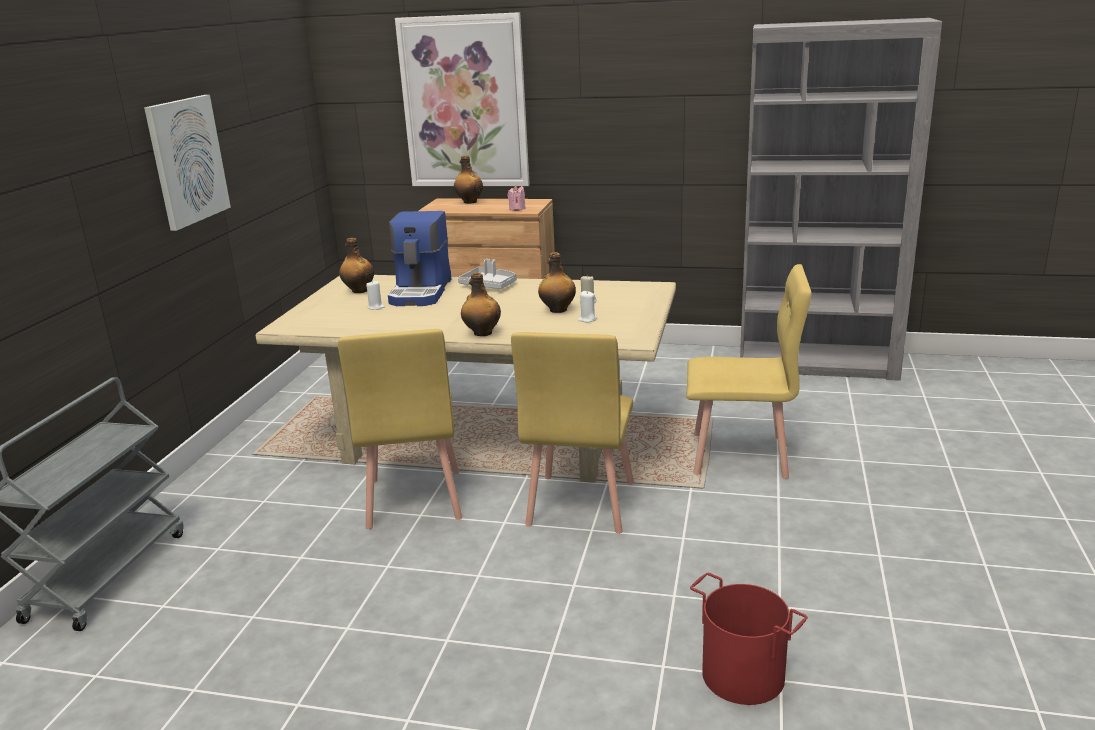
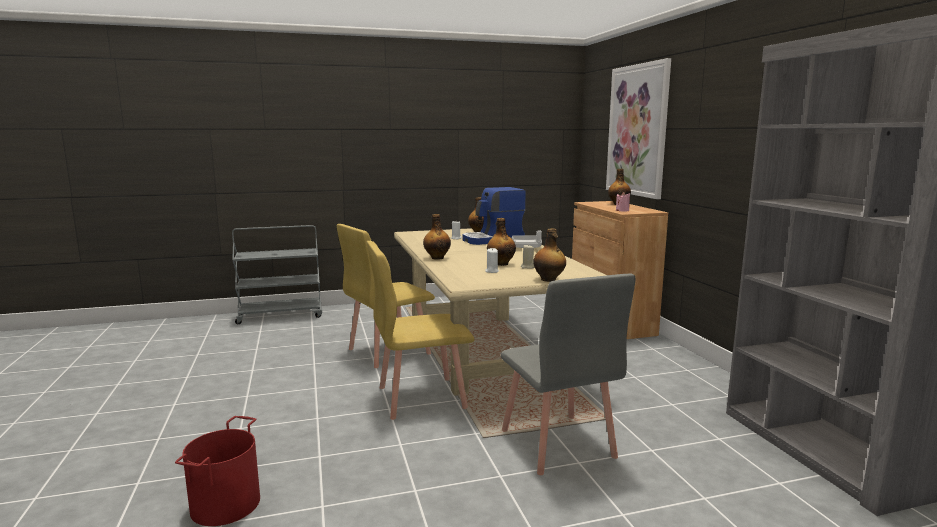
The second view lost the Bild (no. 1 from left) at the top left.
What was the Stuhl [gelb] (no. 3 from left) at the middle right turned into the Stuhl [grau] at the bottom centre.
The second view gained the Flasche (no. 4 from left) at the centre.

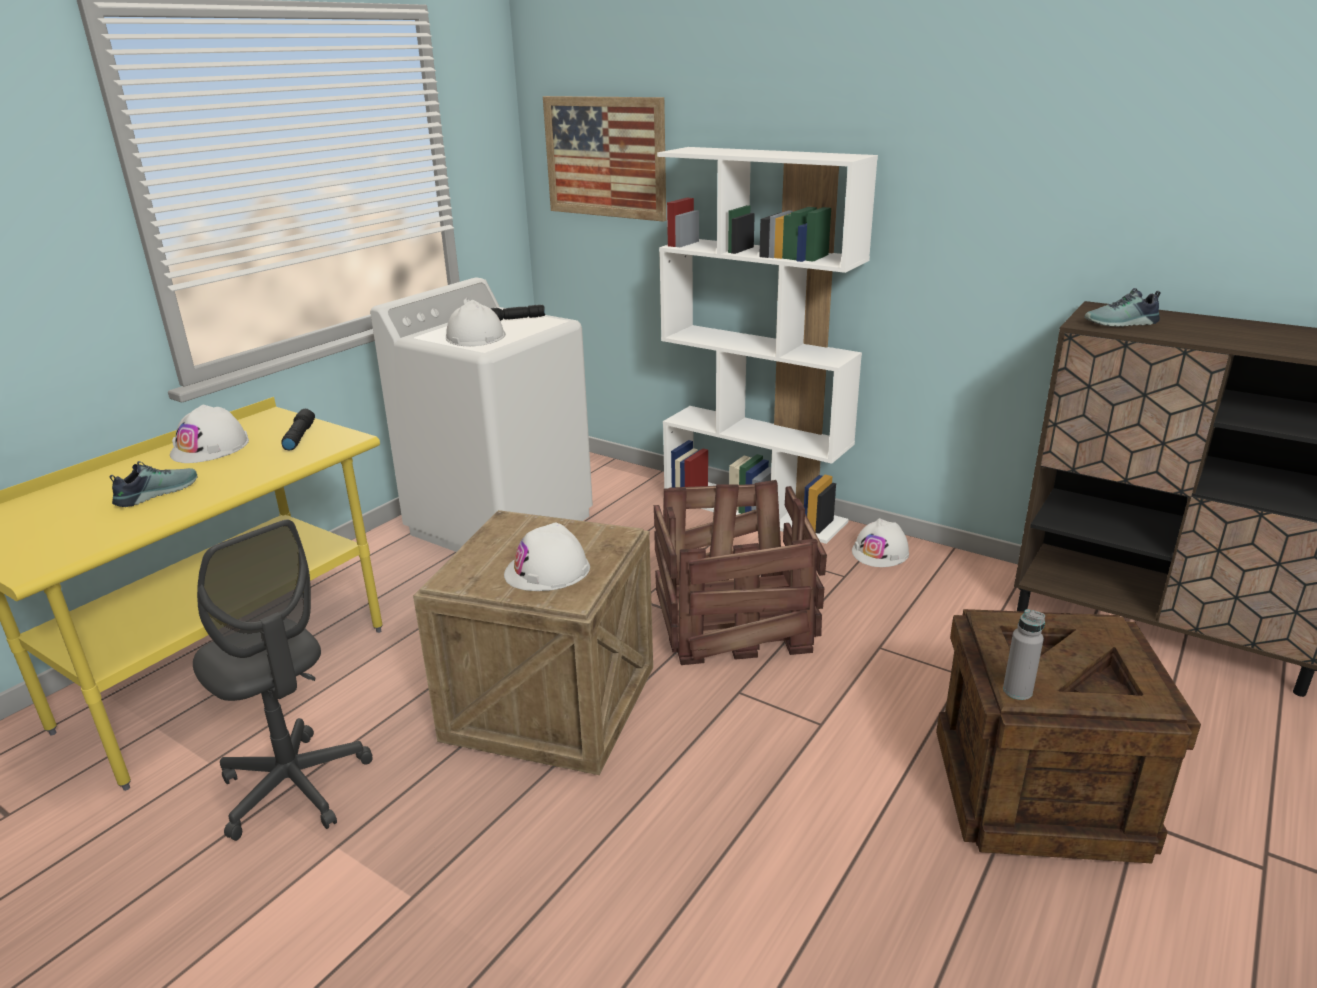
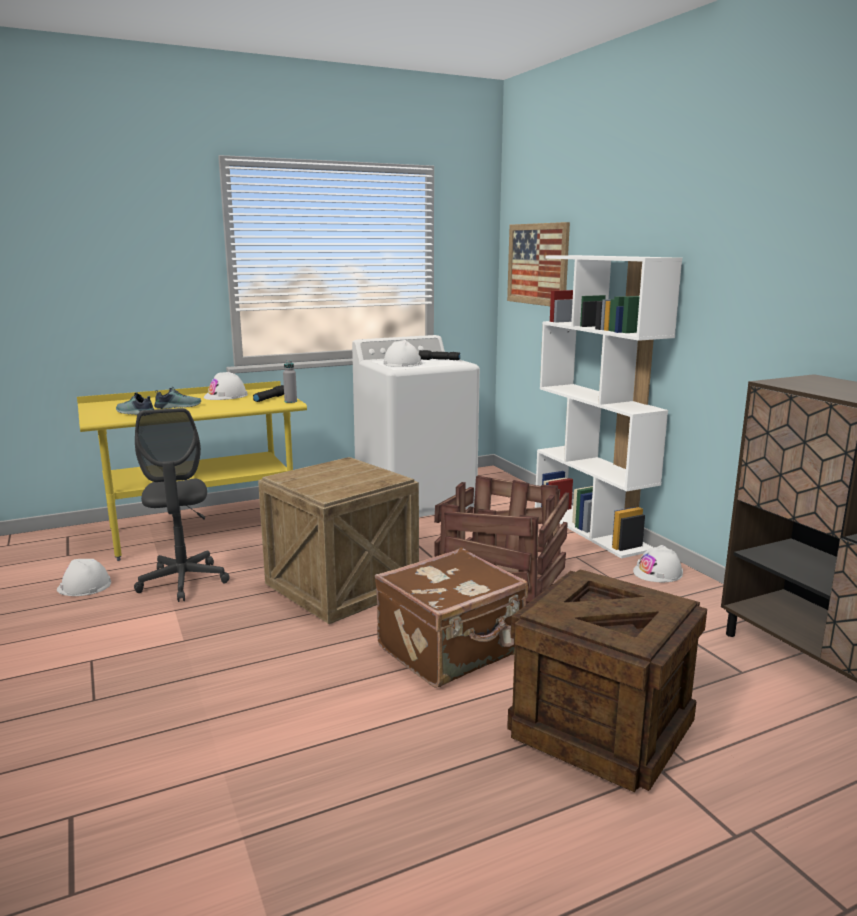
The Schutzhelm [weiß] (no. 3 from left in the first image) ended up elsewhere, having gone from the centre to the middle left.
The Flasche [grau] ended up elsewhere, having gone from the middle right to the centre.
The Schuh (no. 2 from left in the first image) ended up elsewhere, having gone from the top right to the middle left.
The second view gained the Koffer [braun] at the bottom centre.

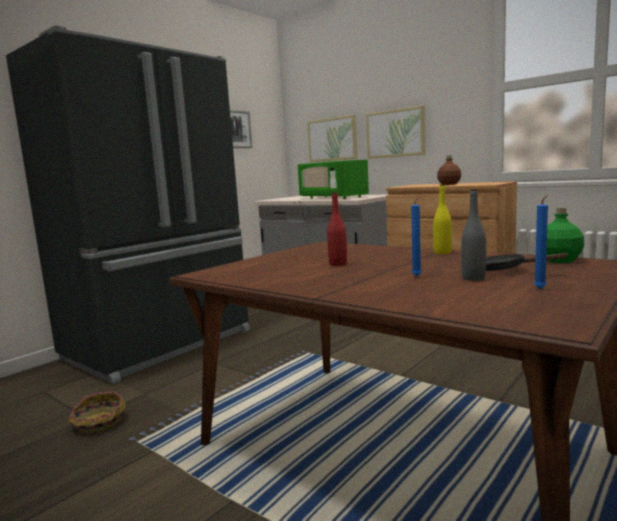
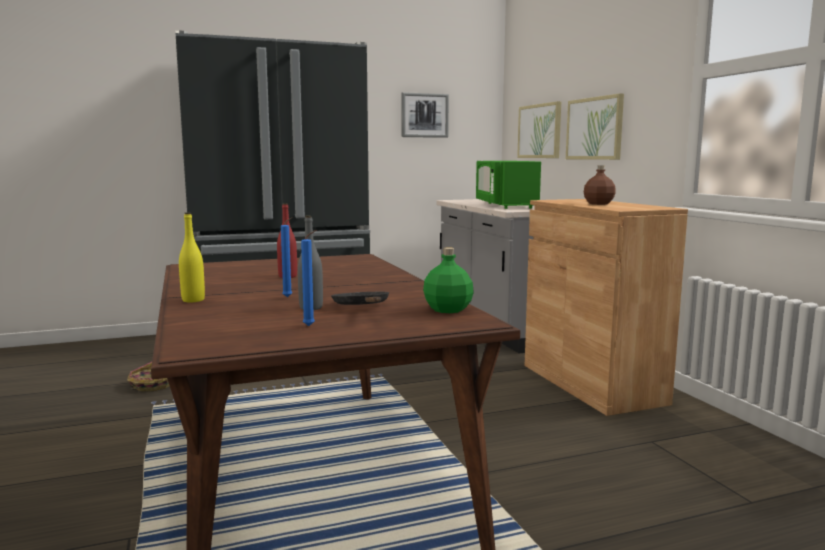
The Flasche [gelb] ended up elsewhere, having gone from the middle right to the middle left.

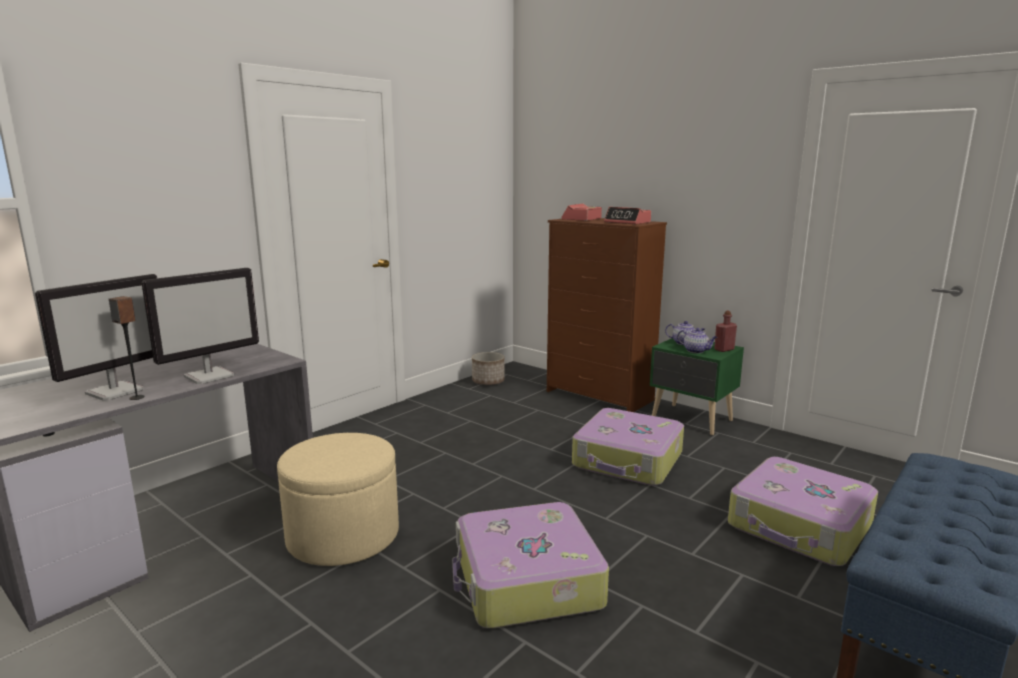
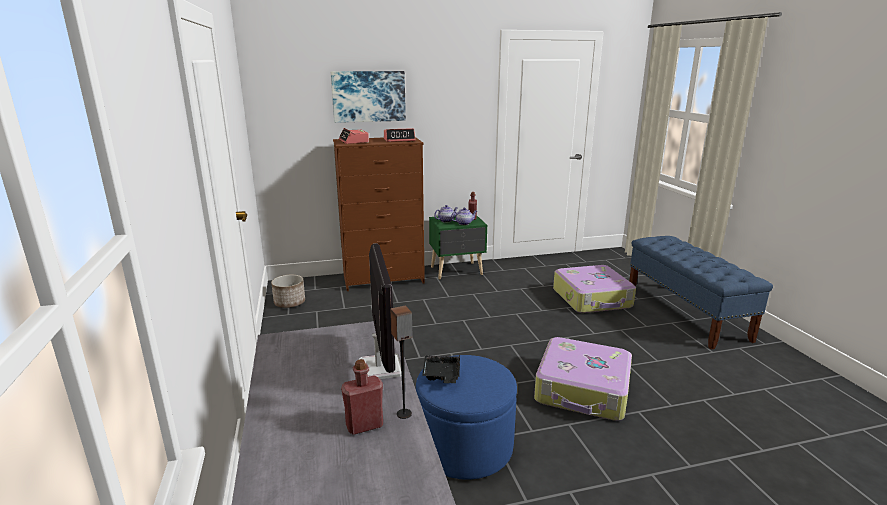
Where the Monitor (no. 1 from left) stood at the middle left, the Flasche [rot] (no. 1 from left) came to stand at the bottom centre.
What was the Polsterhocker [beige] at the bottom left turned into the Polsterhocker [blau] at the bottom centre.
The second view lost the Koffer (no. 2 from left) at the centre.
The second view gained the Bild at the top centre.
The second view gained the Tablett [schwarz] at the bottom centre.

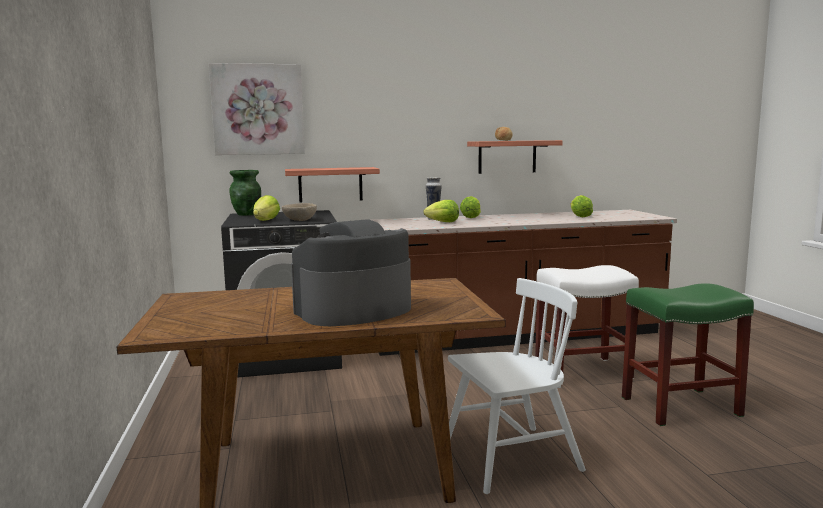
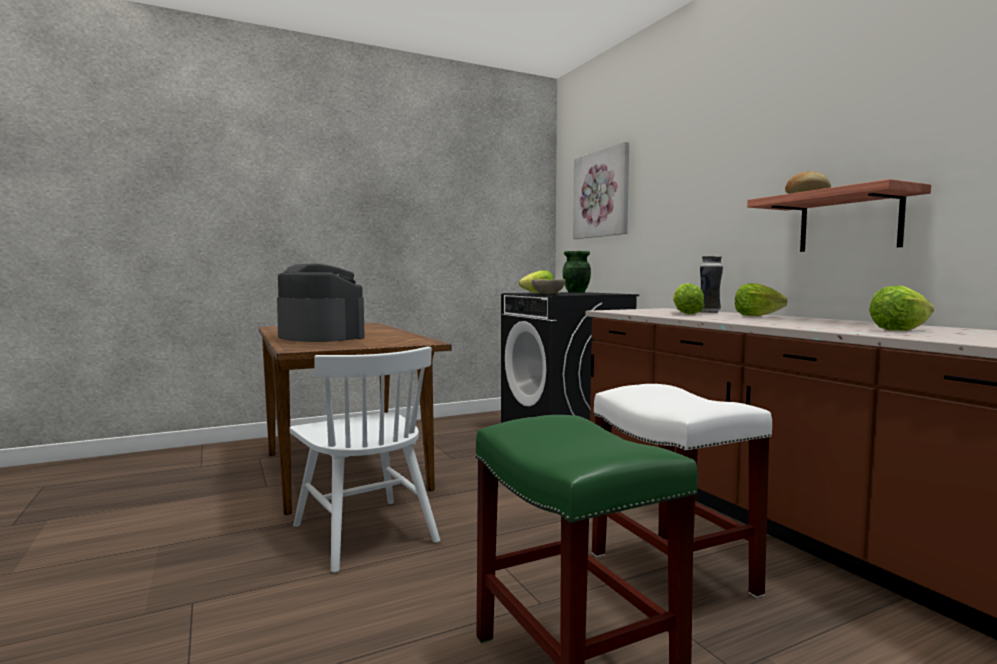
The second view lost the Wandregal (no. 1 from left) at the centre.

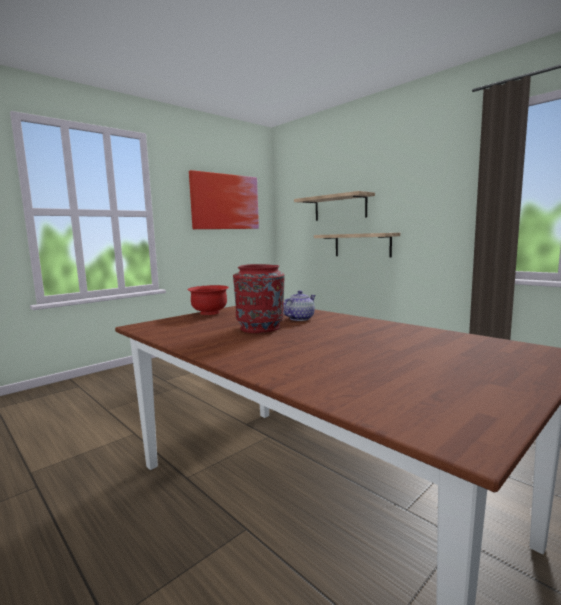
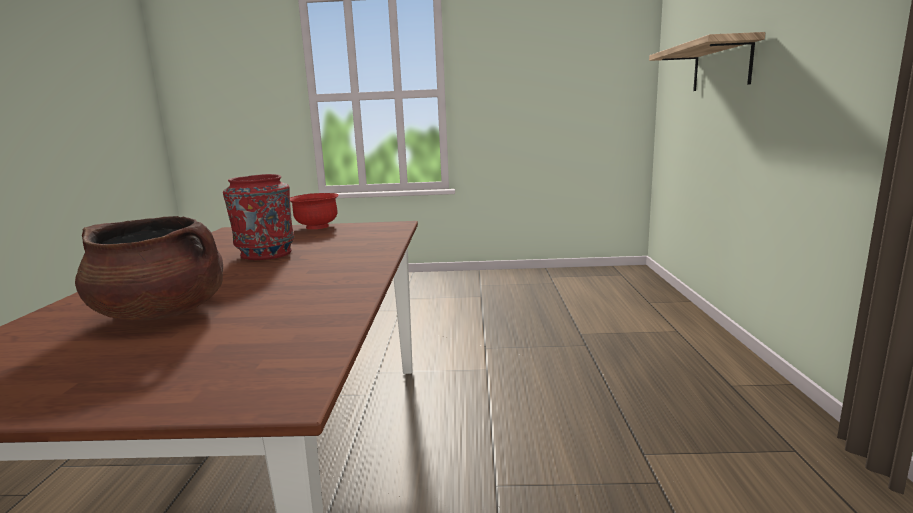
The second view lost the Bild at the top centre.
The second view lost the Teekanne at the centre.
The second view lost the Wandregal (no. 2 from left) at the centre.
The second view gained the Kochtopf [braun] at the middle left.

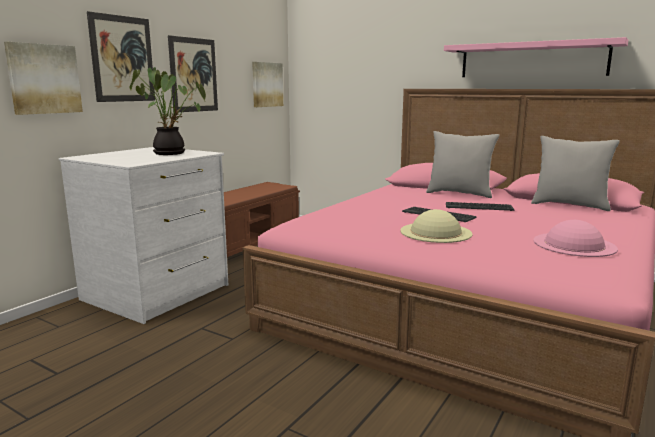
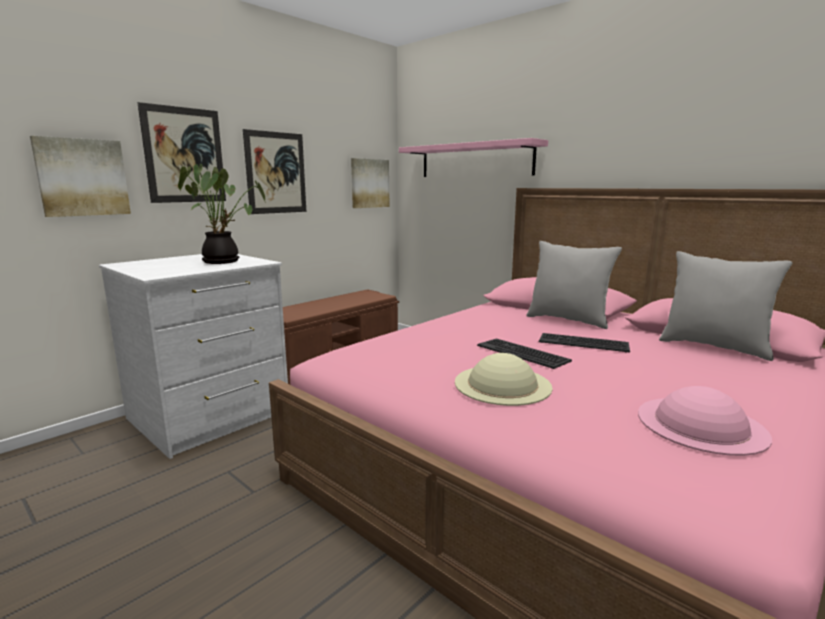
The Wandregal [rosa] ended up elsewhere, having gone from the top right to the top centre.

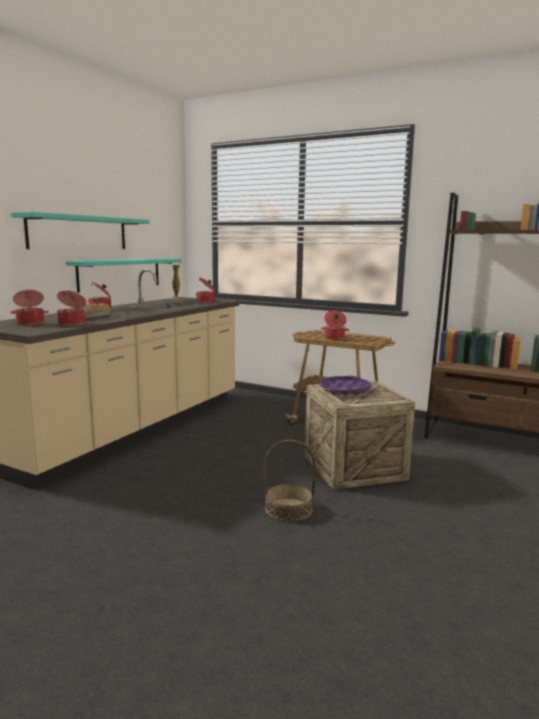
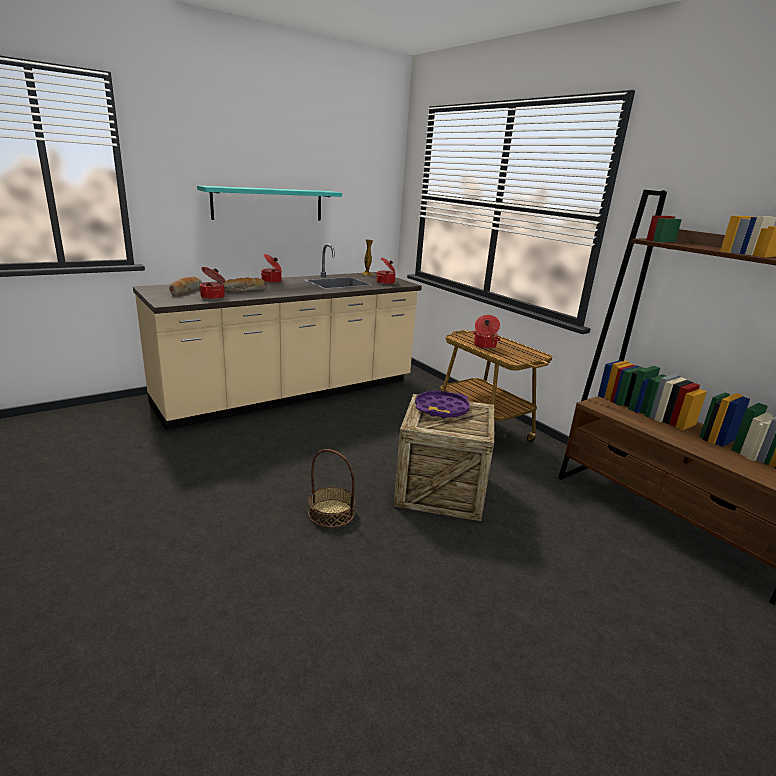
Where the Kochtopf (no. 1 from left) stood at the middle left, the Brot (no. 1 from left) came to stand at the middle left.
The second view lost the Wandregal [türkis] (no. 2 from left) at the middle left.

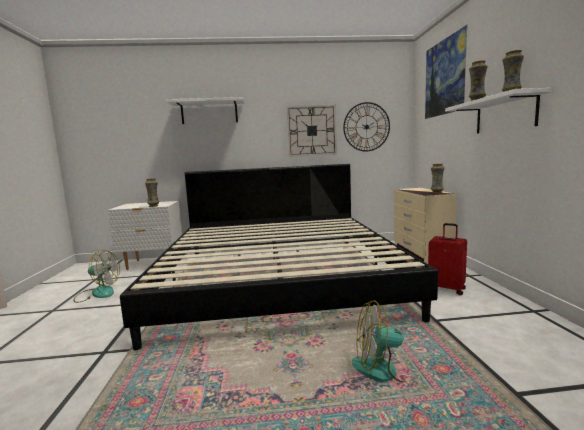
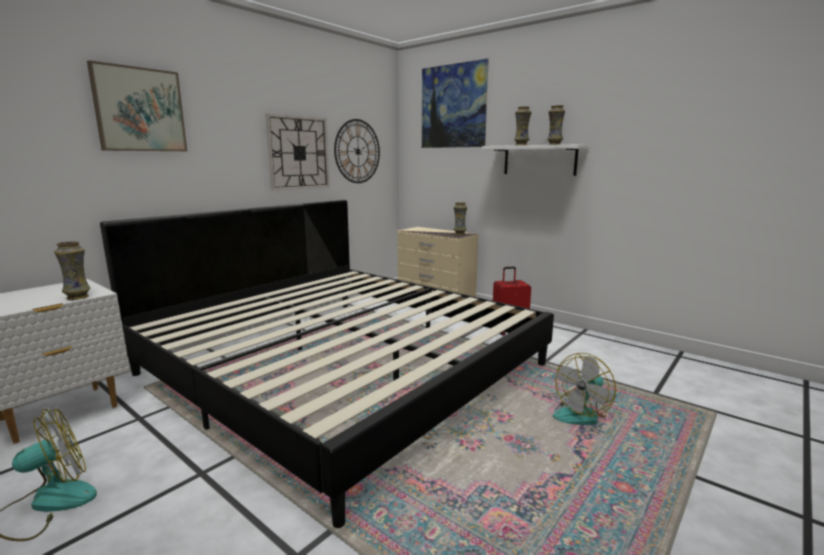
Where the Wandregal [weiß] (no. 1 from left) hung at the top centre, the Bild (no. 1 from left) came to hang at the top left.

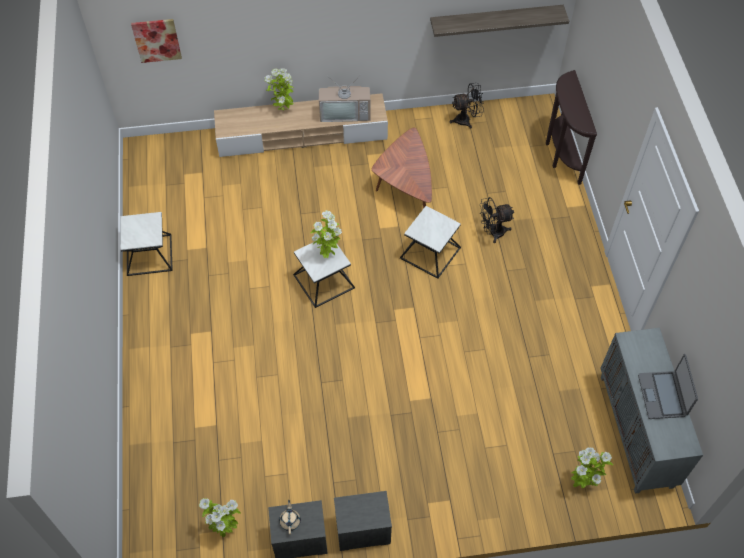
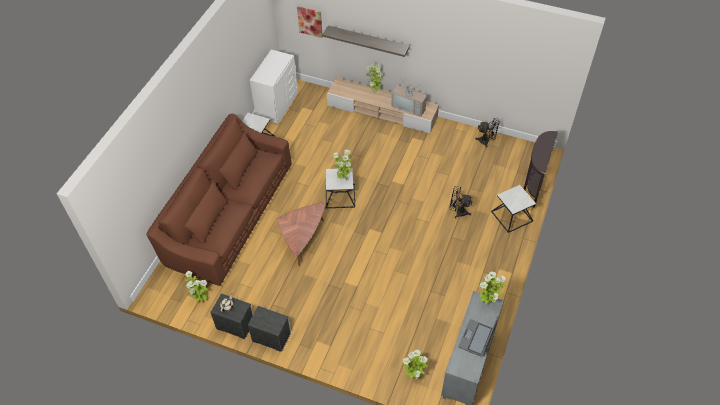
The Couchtisch [braun] ended up elsewhere, having gone from the top centre to the centre.
The Beistelltisch (no. 3 from left) ended up elsewhere, having gone from the centre to the middle right.
The Wandregal ended up elsewhere, having gone from the top right to the top centre.
The second view gained the Sofa [braun] at the middle left.
The second view gained the Kommode [weiß] at the top centre.
The second view gained the Topfpflanze (no. 5 from left) at the bottom right.

